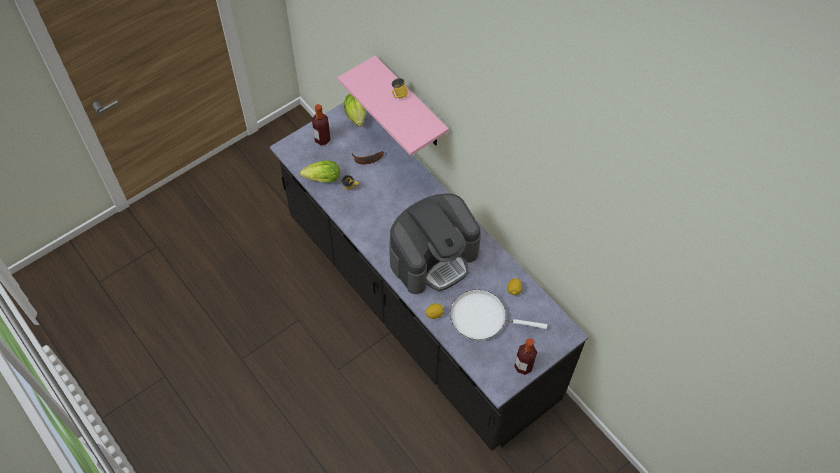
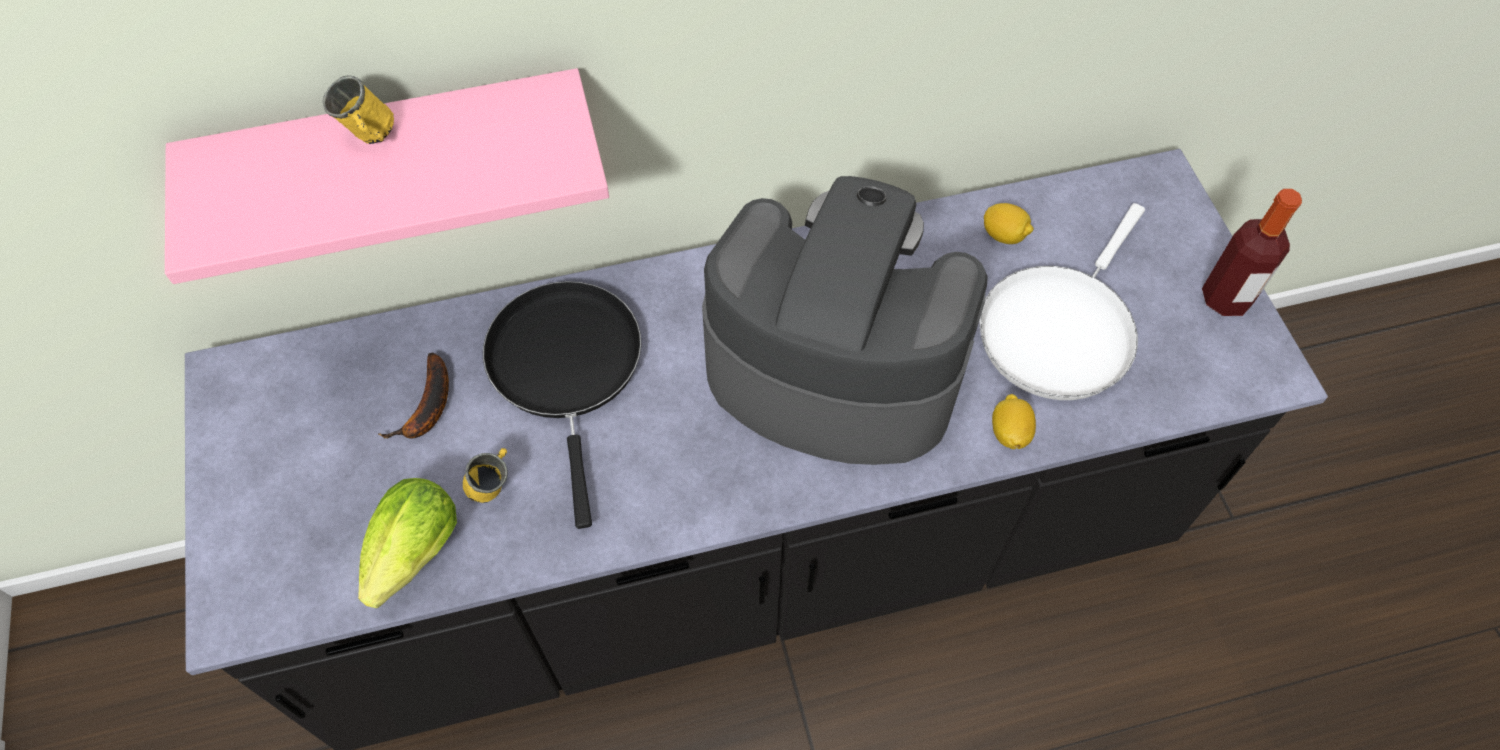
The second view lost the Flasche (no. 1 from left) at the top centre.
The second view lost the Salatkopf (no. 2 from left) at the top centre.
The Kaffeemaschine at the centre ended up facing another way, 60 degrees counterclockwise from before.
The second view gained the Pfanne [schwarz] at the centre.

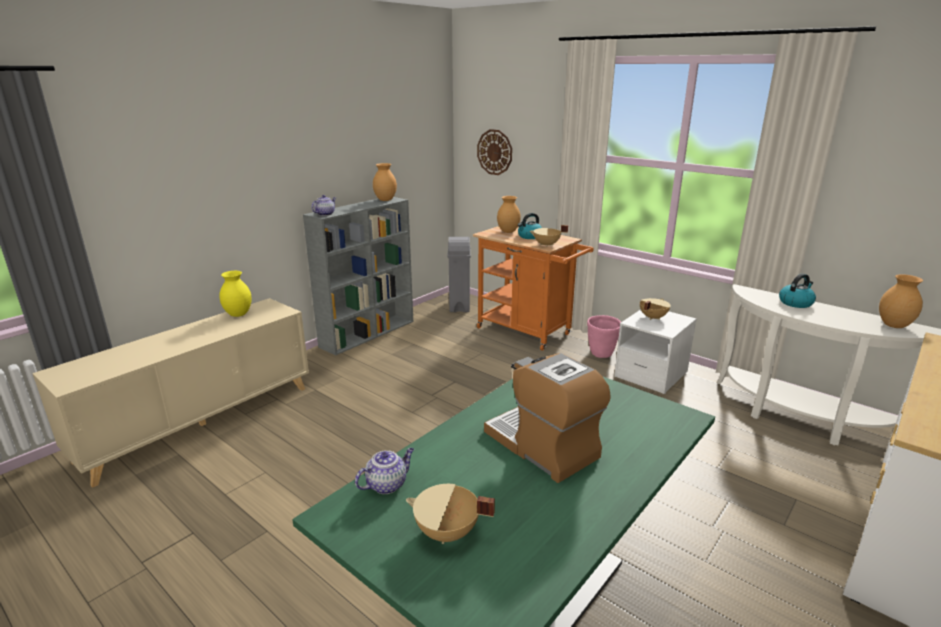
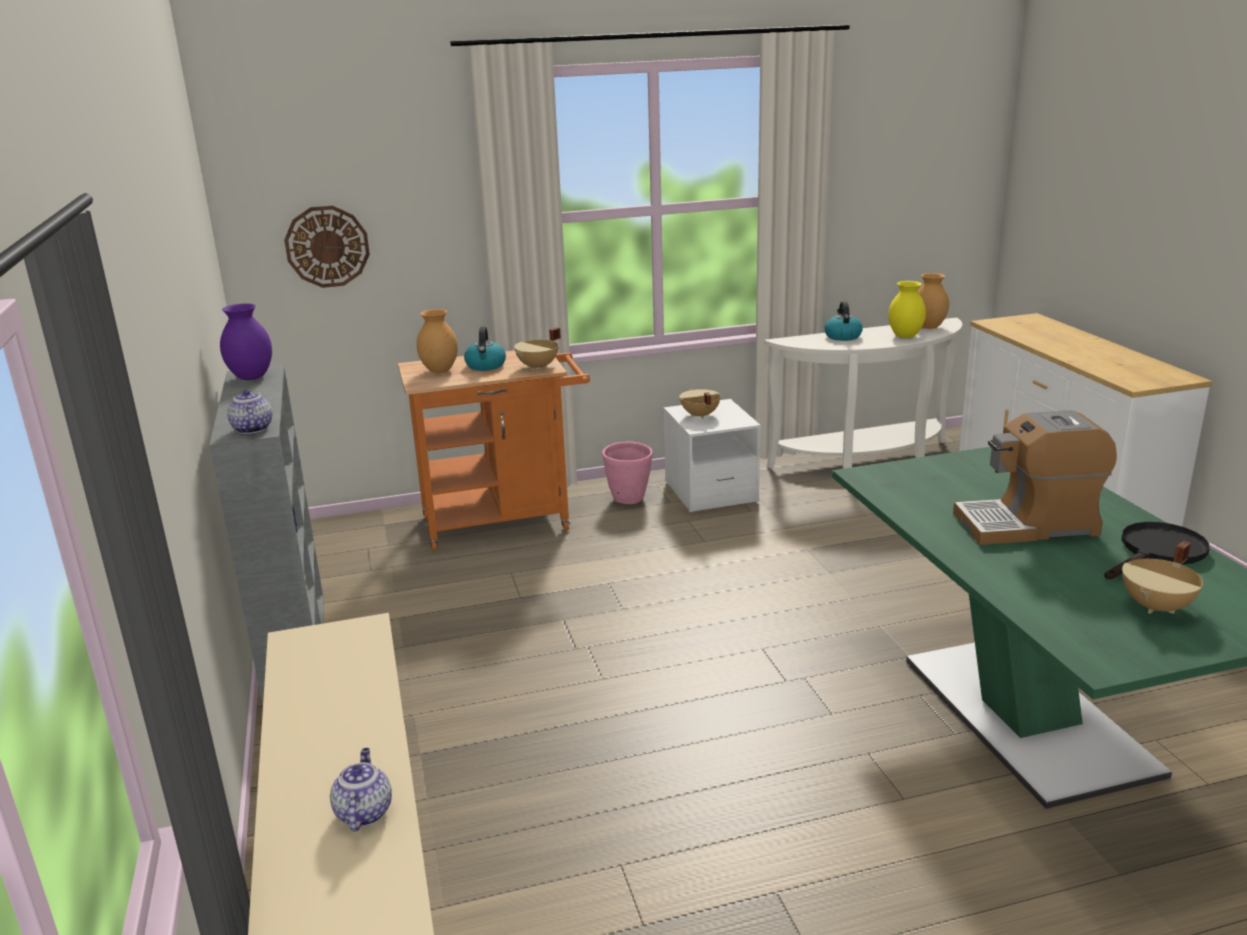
The Vase [gelb] ended up elsewhere, having gone from the middle left to the top right.
The Teekanne (no. 2 from left) ended up elsewhere, having gone from the bottom centre to the bottom left.
What was the Vase [braun] (no. 1 from left) at the top centre turned into the Vase [lila] at the middle left.
The second view lost the Mülleimer [grau] at the centre.
The second view gained the Pfanne [schwarz] at the middle right.

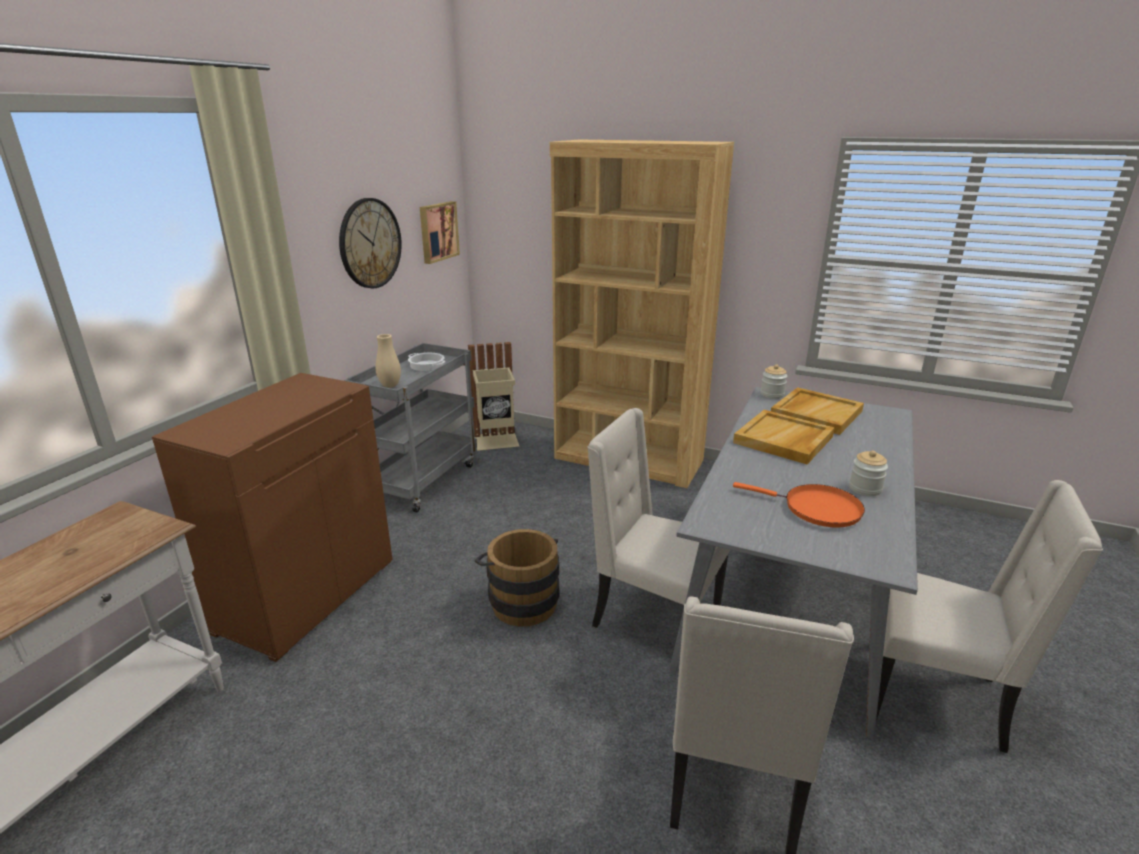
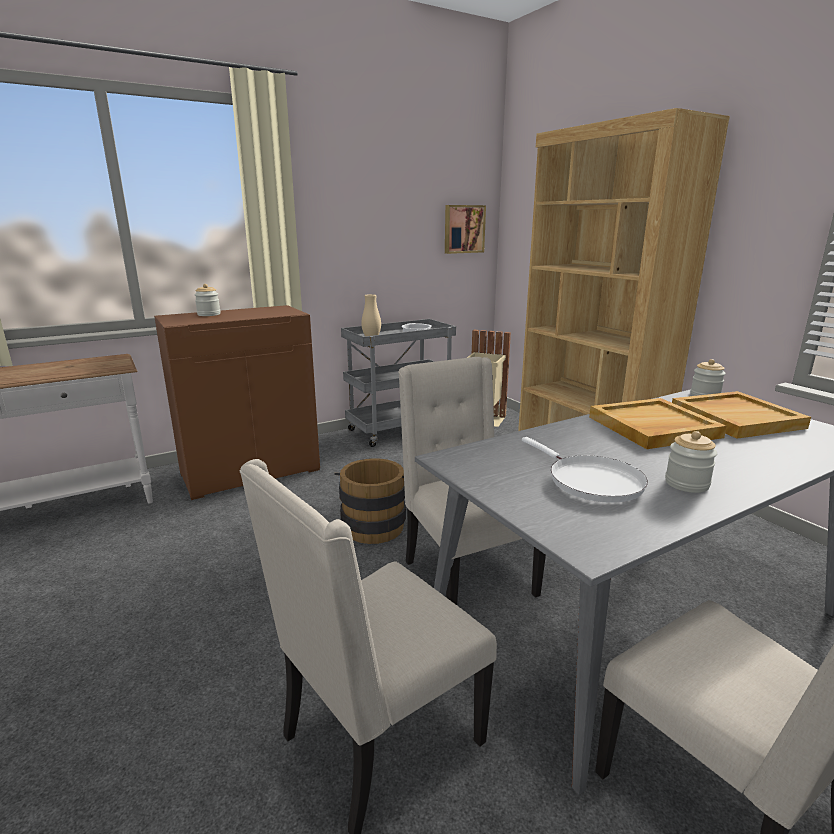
The second view lost the Wanduhr at the top left.
What was the Pfanne [orange] at the middle right turned into the Pfanne [weiß] at the middle right.
The second view gained the Vorratsglas (no. 1 from left) at the middle left.

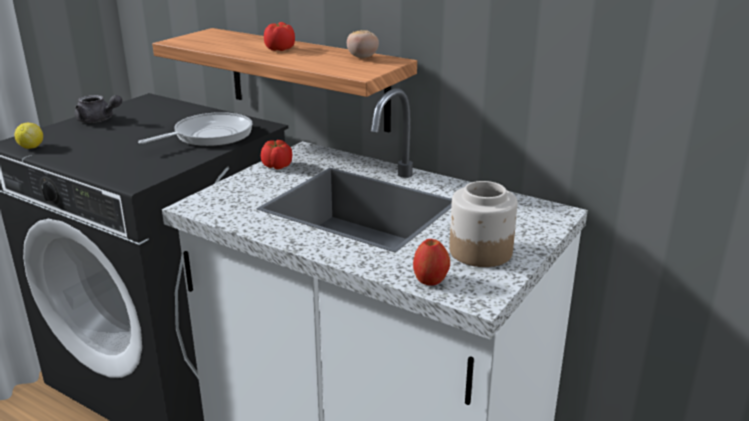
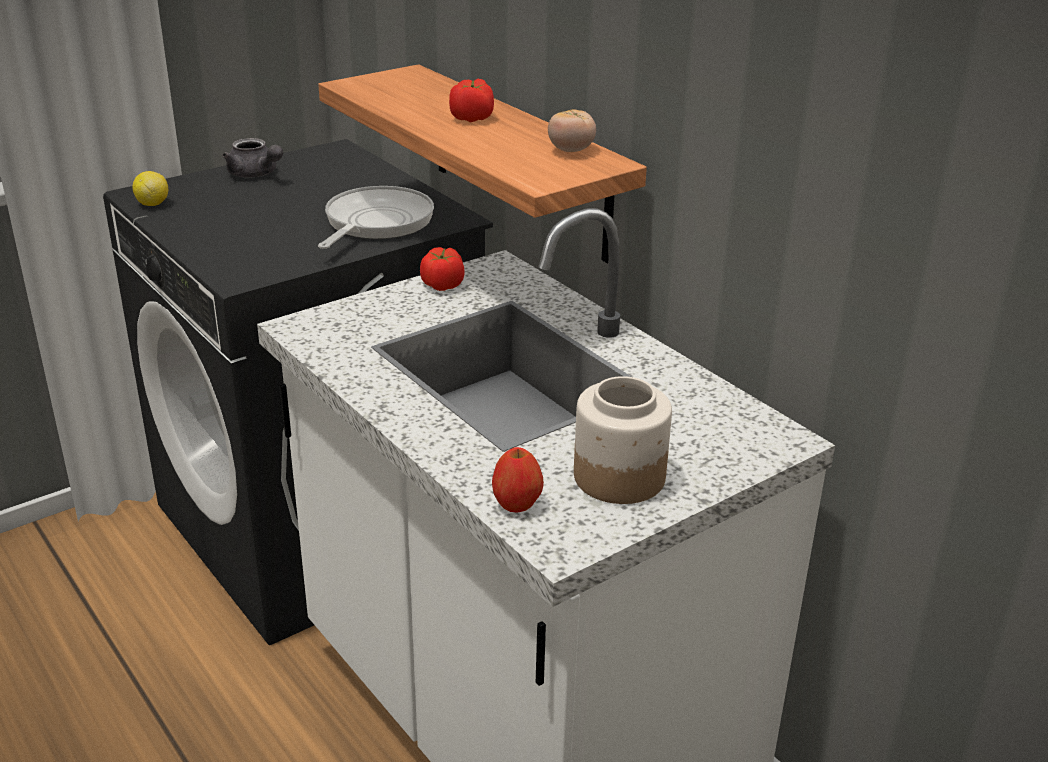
The Pfanne at the top left ended up facing another way, 45 degrees counterclockwise from before.

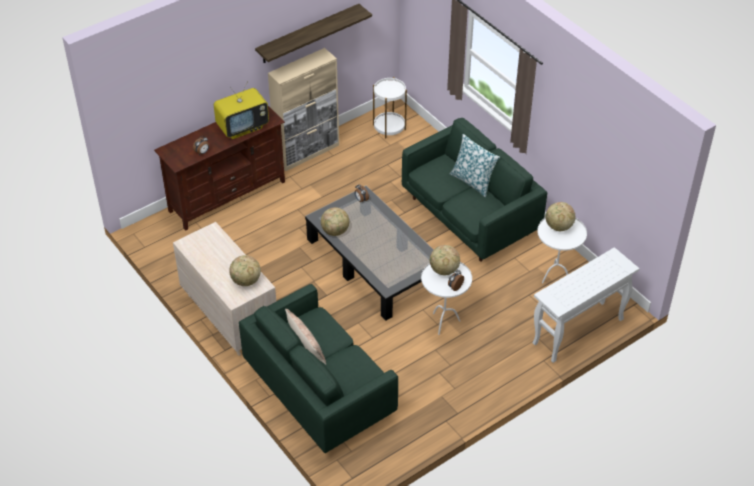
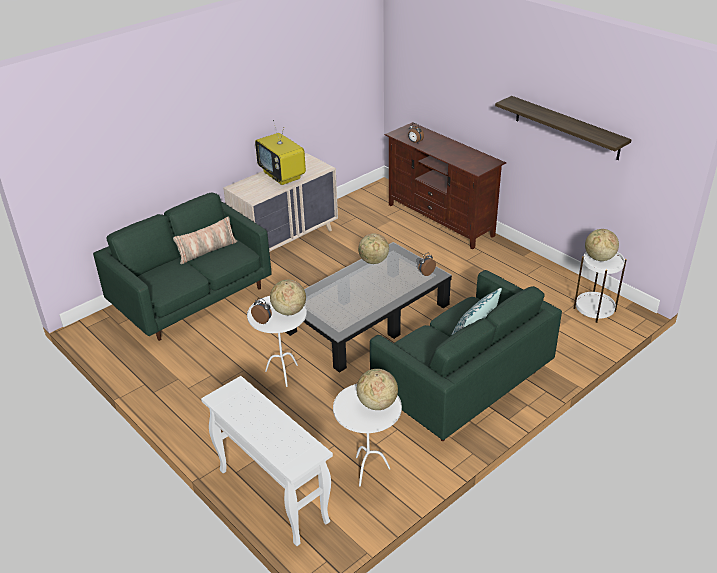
The Fernseher ended up elsewhere, having gone from the top left to the top centre.
The Globus (no. 1 from left in the first image) ended up elsewhere, having gone from the middle left to the middle right.
The second view lost the Schrank [beige] at the top centre.

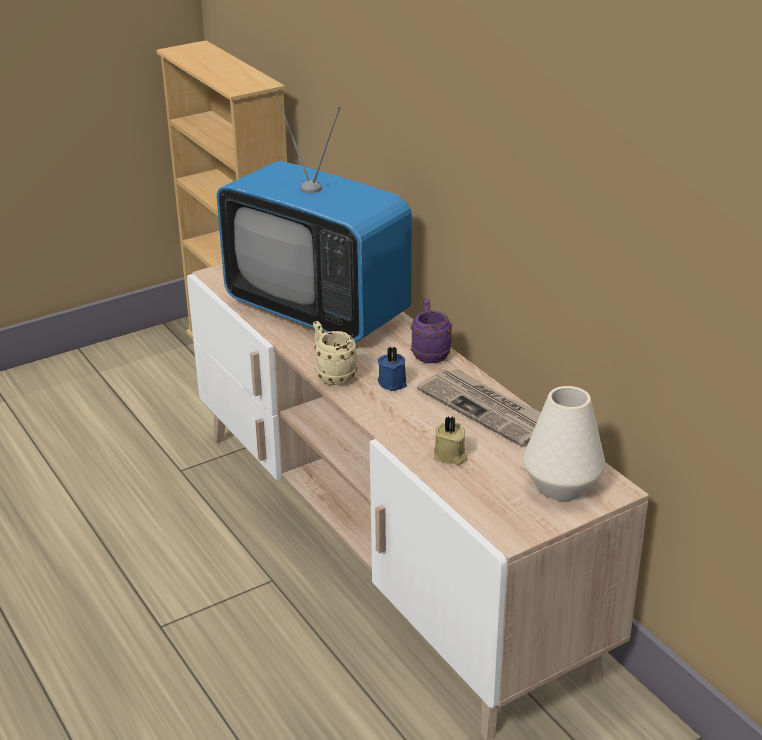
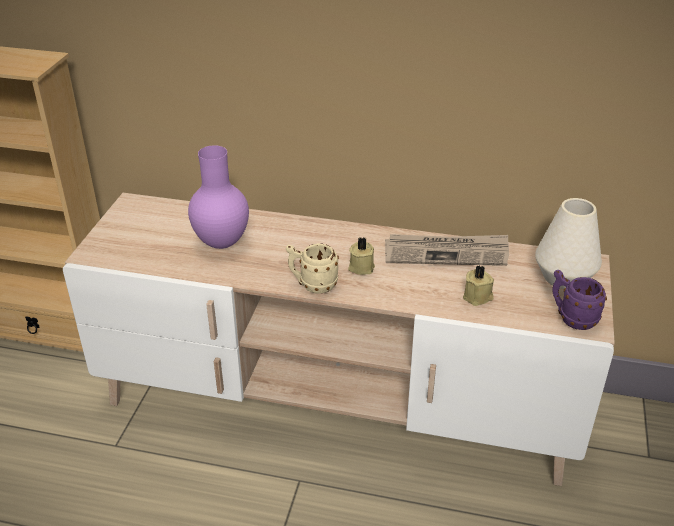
Where the Fernseher stood at the top centre, the Vase [lila] came to stand at the middle left.
What was the Kerze [blau] at the centre turned into the Kerze [beige] (no. 1 from left) at the centre.
The Henkelbecher [lila] ended up elsewhere, having gone from the centre to the middle right.

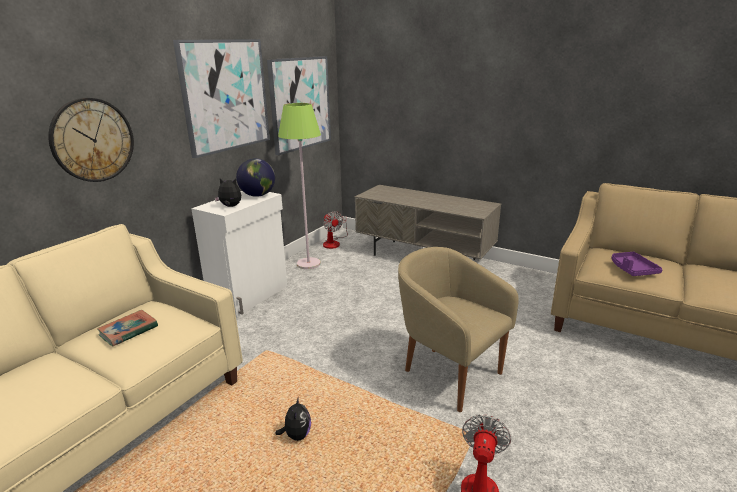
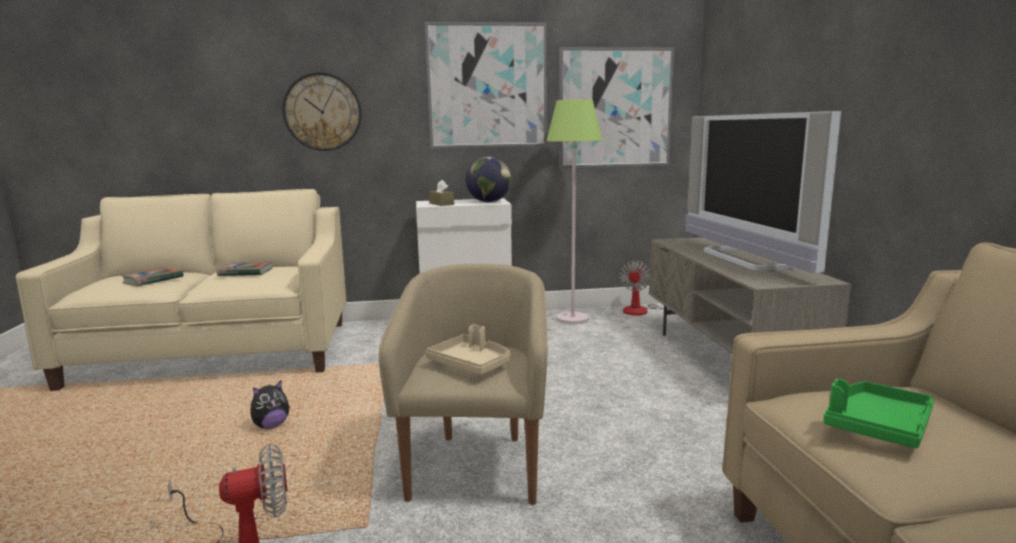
Where the Plüschtier (no. 1 from left) stood at the middle left, the Taschentuchbox [braun] came to stand at the centre.
What was the Tablett [lila] at the middle right turned into the Tablett [grün] at the bottom right.
The second view gained the Buch (no. 1 from left) at the middle left.
The second view gained the Tablett [beige] at the centre.
The second view gained the Fernseher at the middle right.

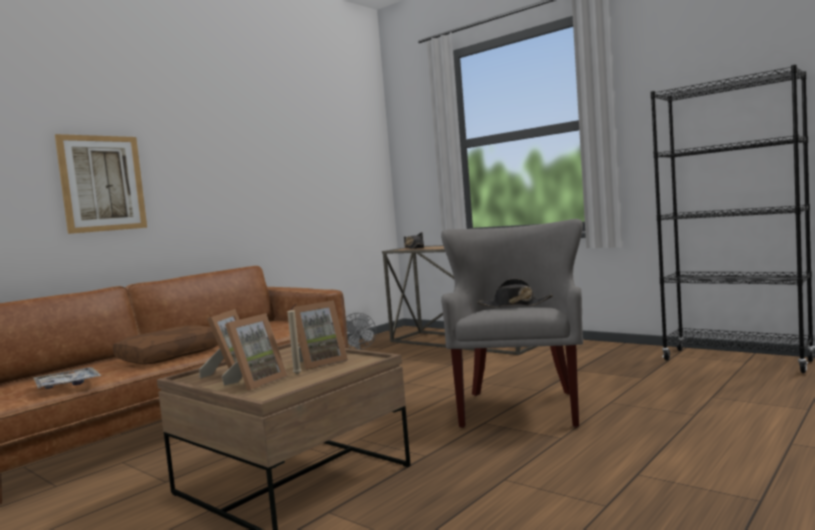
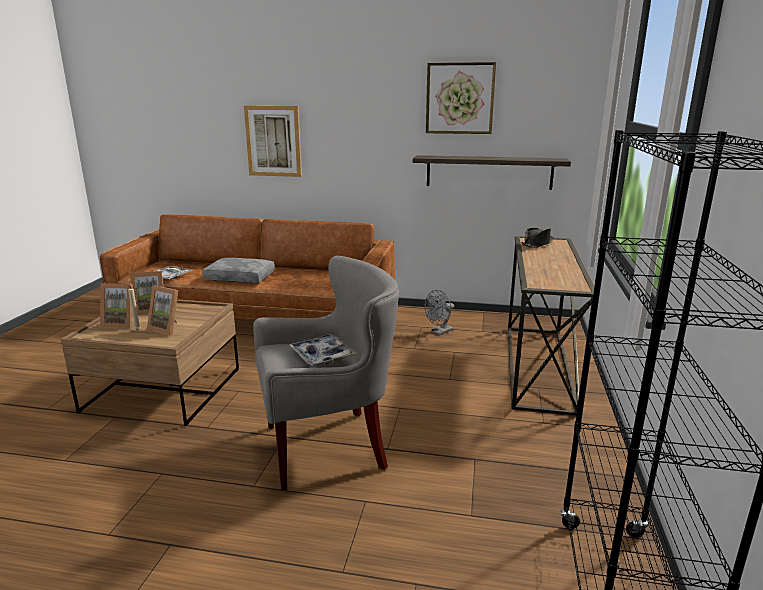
What was the Kissen [braun] at the middle left turned into the Kissen [grau] at the middle left.
Where the Hut [schwarz] (no. 2 from left) stood at the centre, the Tablett (no. 2 from left) came to stand at the centre.
The second view gained the Wandregal at the top centre.
The second view gained the Bild (no. 2 from left) at the top centre.

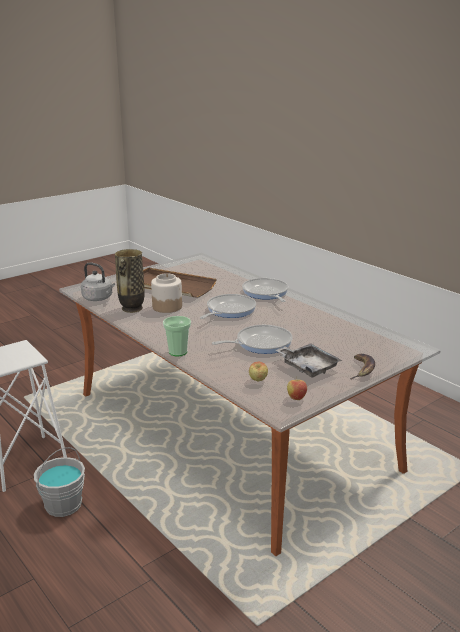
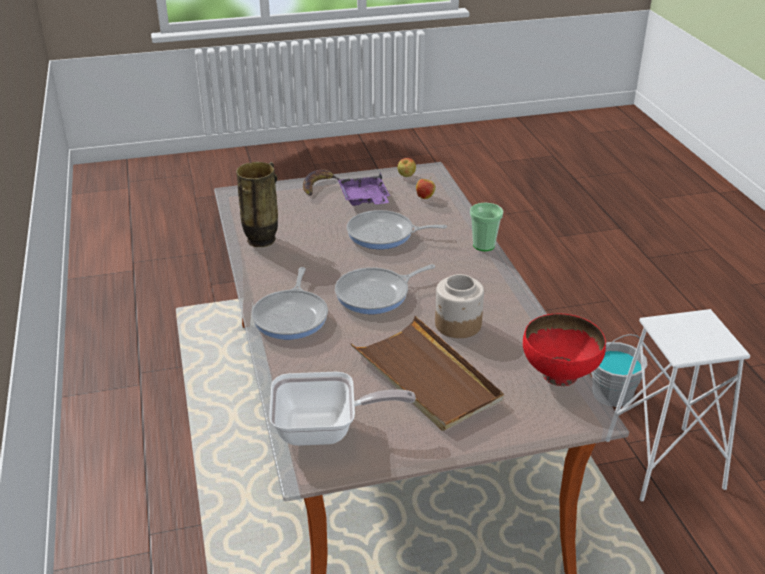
Where the Wasserkessel [grau] stood at the middle left, the Schüssel [rot] came to stand at the middle right.
The Vase ended up elsewhere, having gone from the middle left to the centre.
What was the Tablett [grau] at the middle right turned into the Tablett [lila] at the top centre.
The second view gained the Pfanne (no. 2 from left) at the bottom centre.

